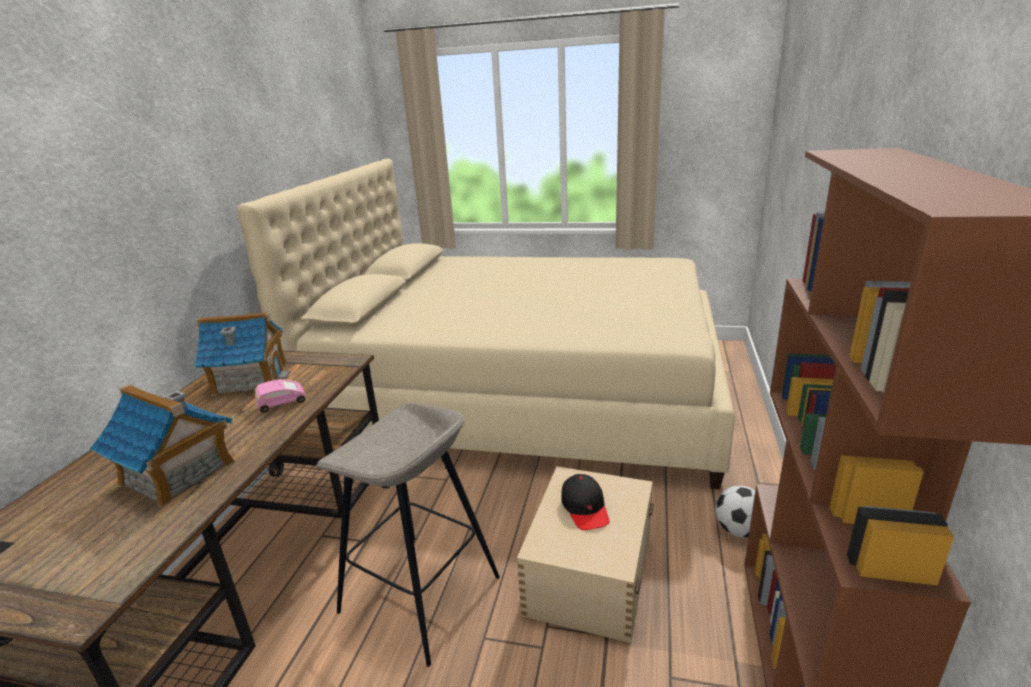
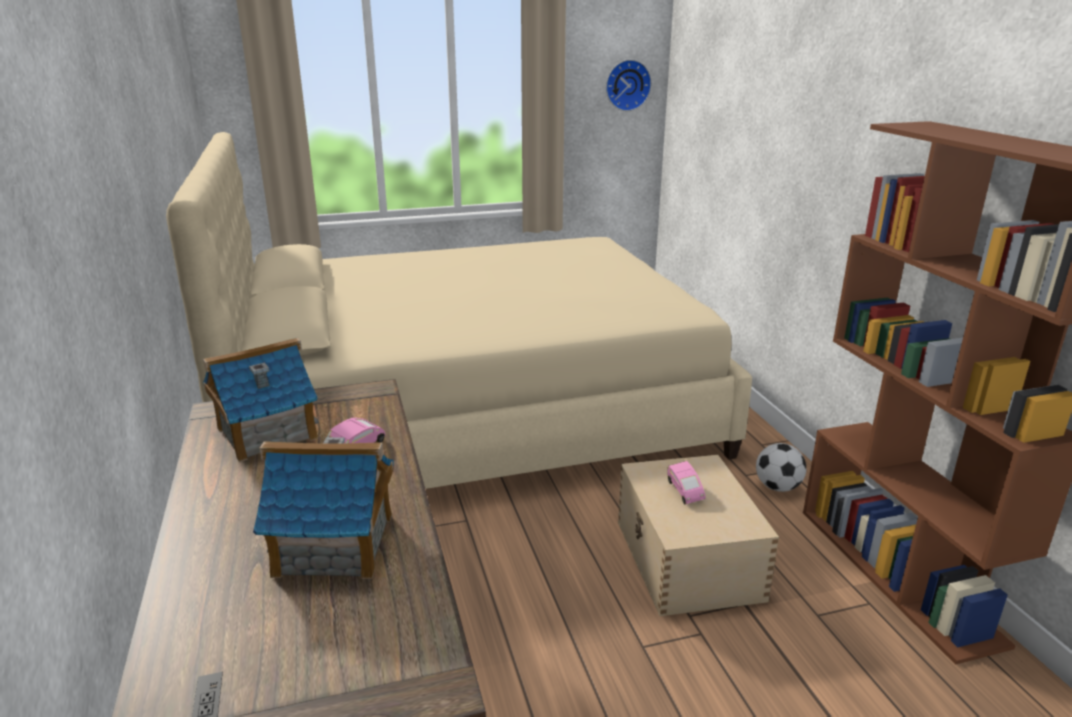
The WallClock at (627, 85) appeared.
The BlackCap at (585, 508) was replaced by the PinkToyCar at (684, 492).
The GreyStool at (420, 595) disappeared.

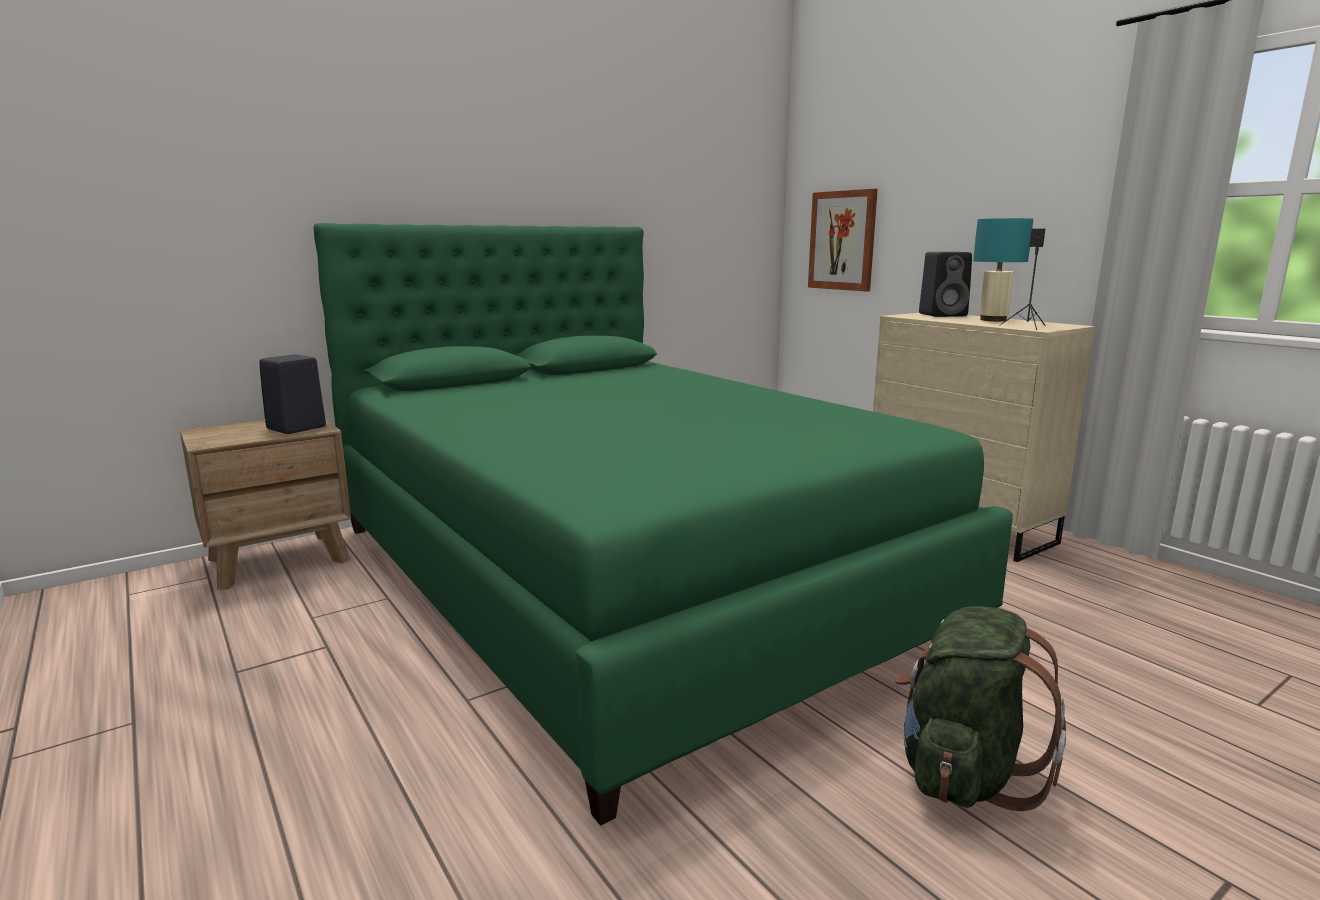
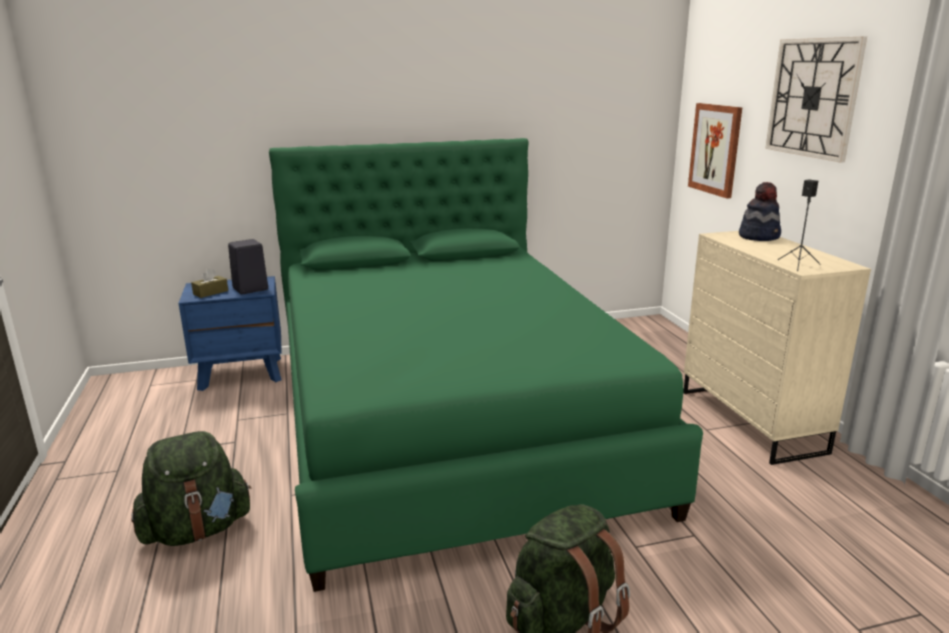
The GreenBackpack at (197, 530) appeared.
The BrownNightstand at (280, 559) became the BlueNightstand at (241, 373).
The BrownTissueBox at (210, 292) appeared.
The BlackSpeaker at (943, 315) was replaced by the Hat at (759, 236).
The WallClock at (813, 98) appeared.
The TurquoiseTableLamp at (992, 320) disappeared.

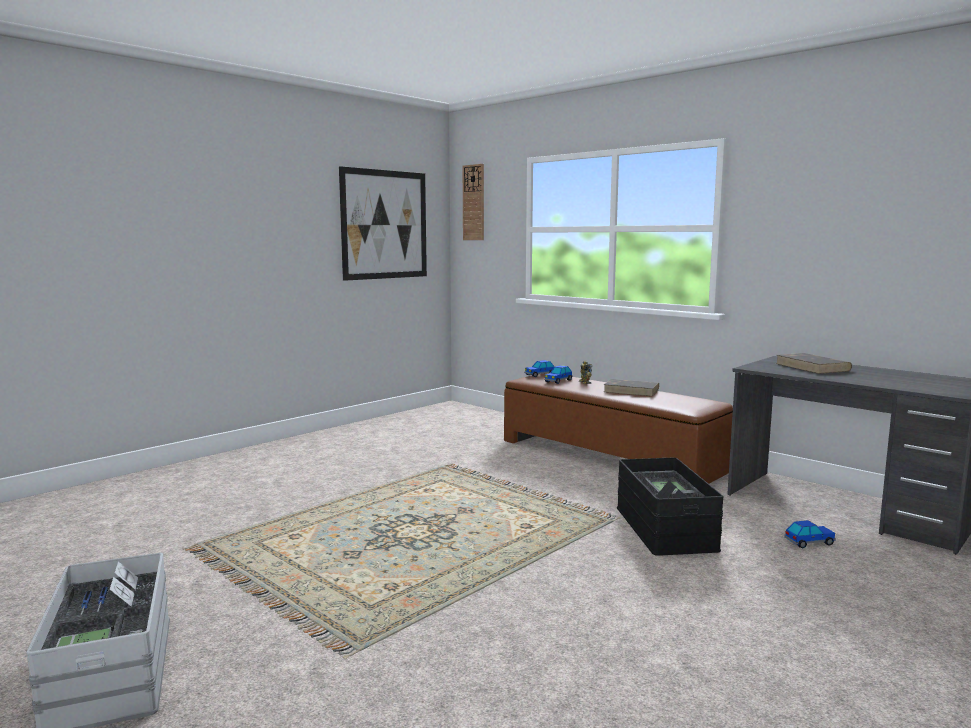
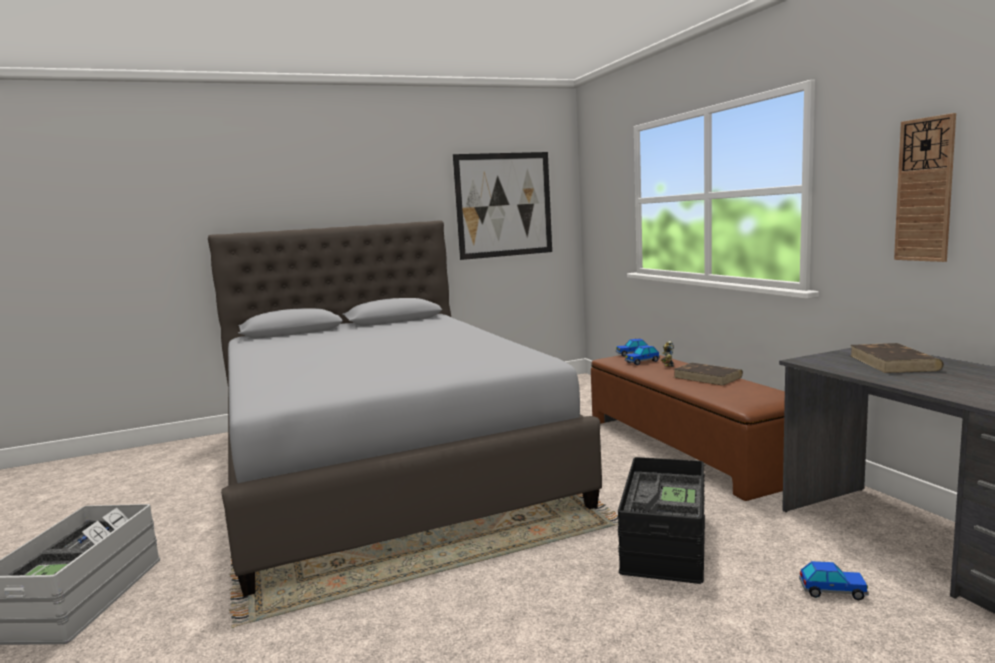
The GreyBed at (383, 462) appeared.
The WallClock moved from (473, 202) to (925, 190).

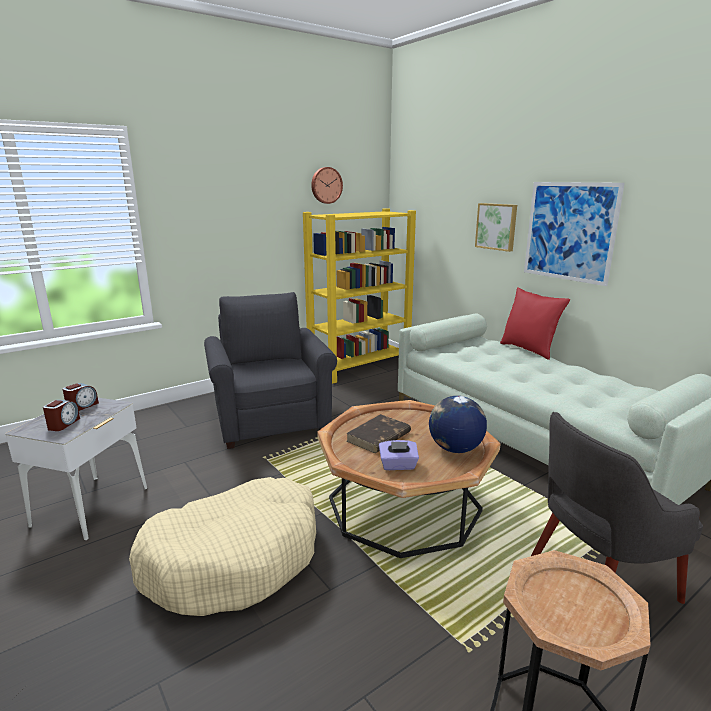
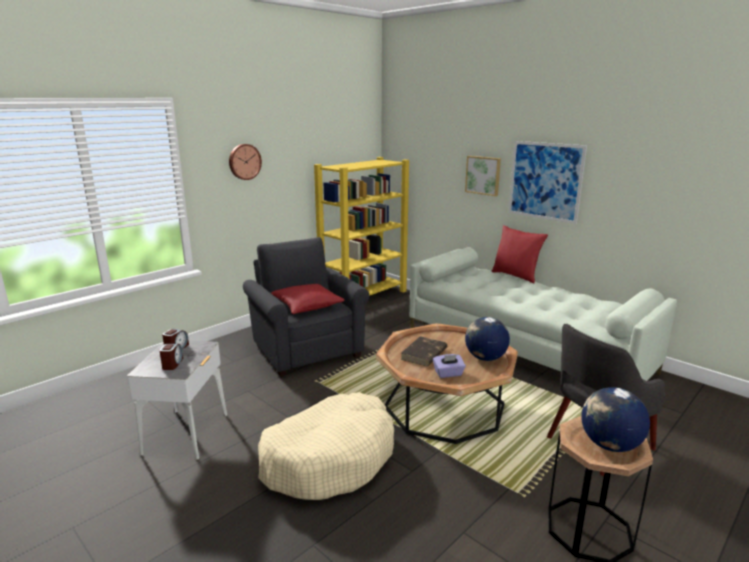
The WallClock moved from (326, 185) to (244, 161).
The RedPillow at (307, 306) appeared.
The Globe at (609, 445) appeared.

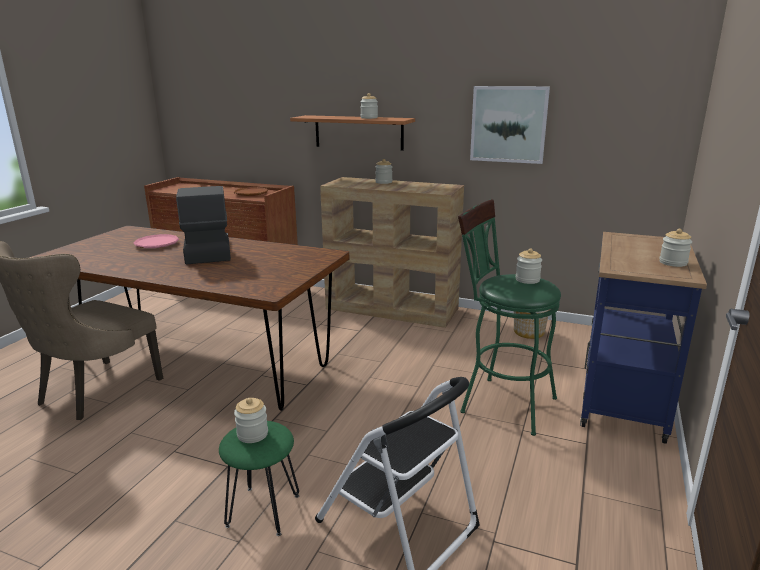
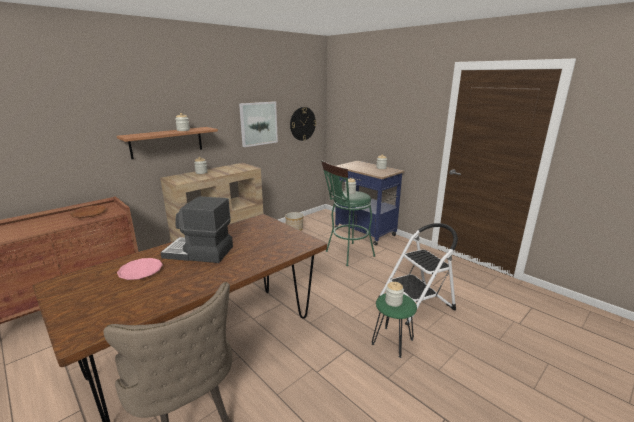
The WallClock at (302, 123) appeared.

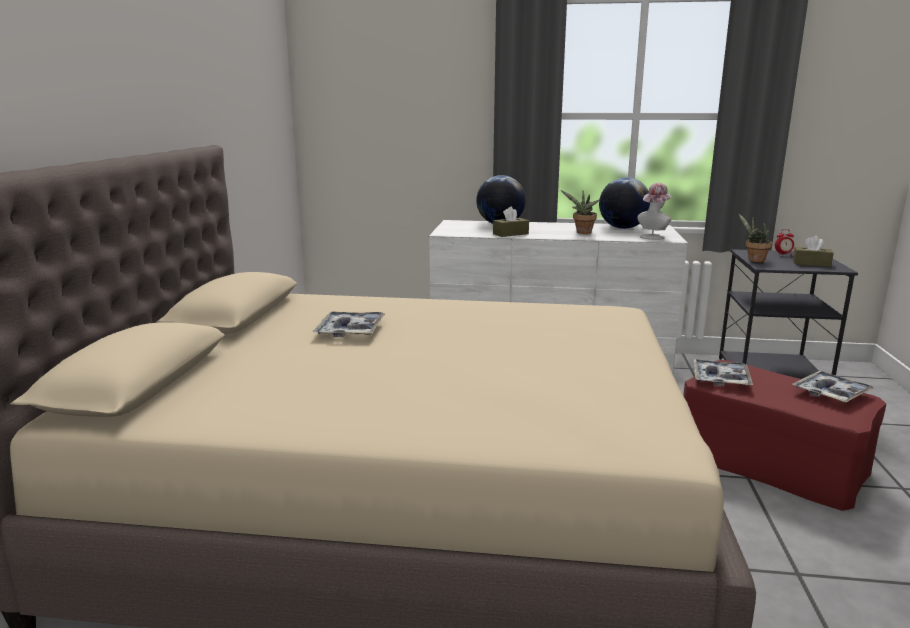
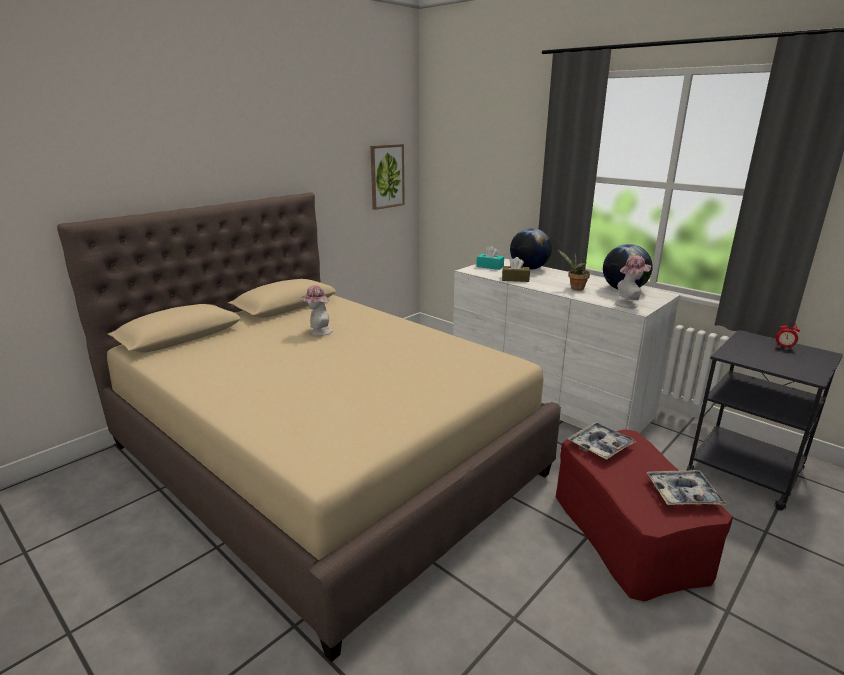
The Tray at (350, 331) was replaced by the Hat at (318, 332).
The Picture at (386, 176) appeared.
The TurquoiseTissueBox at (490, 266) appeared.
The PottedPlant at (753, 260) disappeared.
The BrownTissueBox at (811, 263) disappeared.

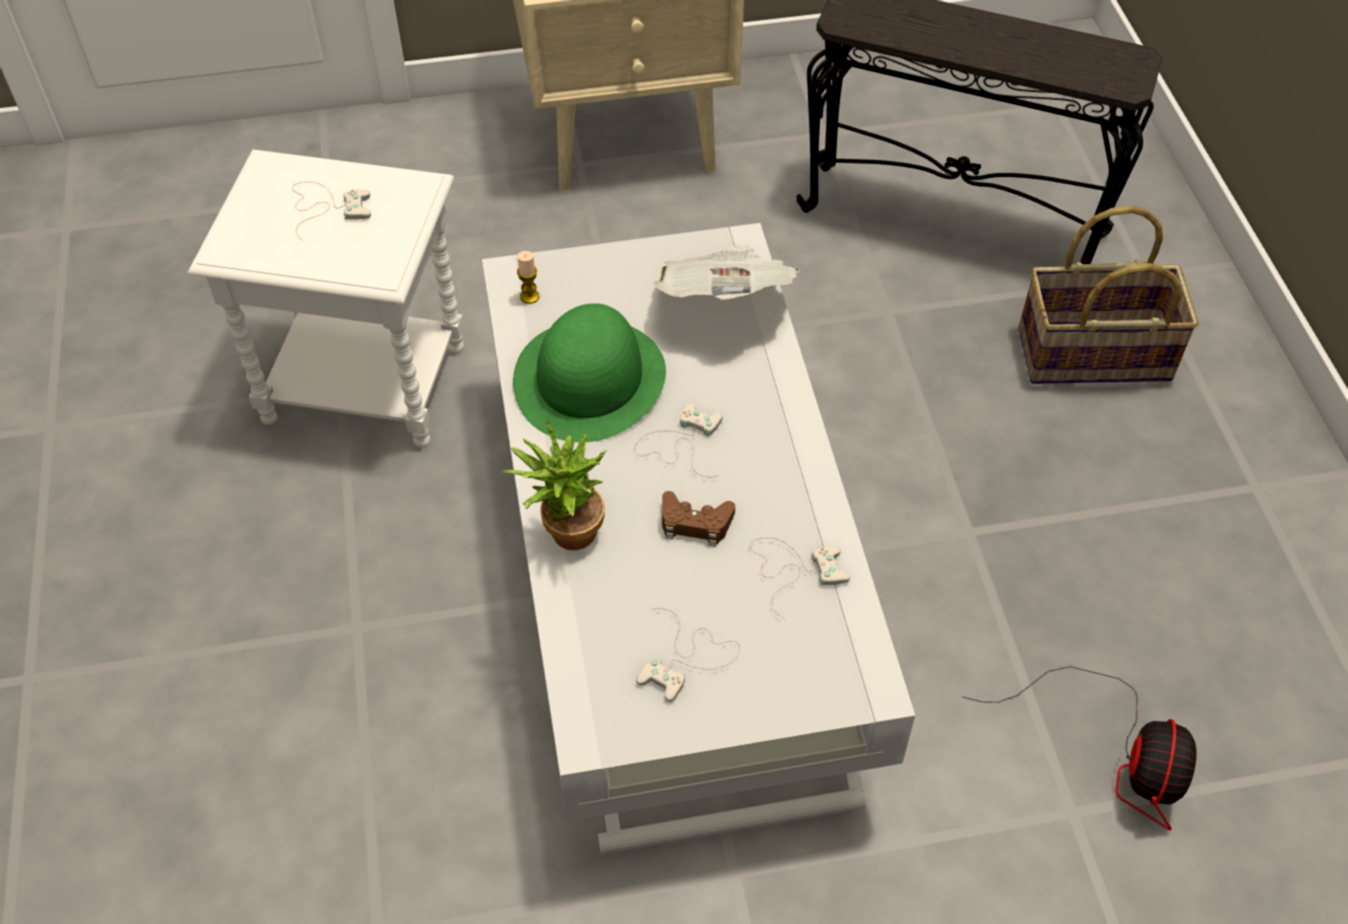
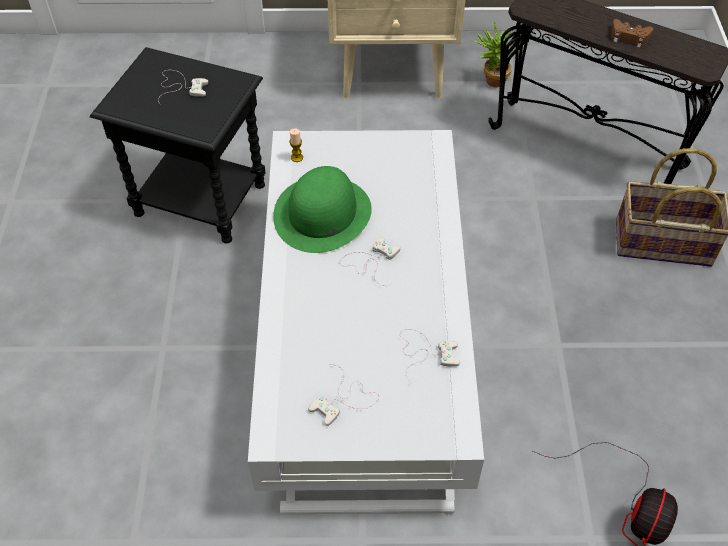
The WhiteSideTable at (363, 384) became the BlackSideTable at (199, 200).
The PottedPlant moved from (564, 533) to (491, 80).
The BrownGameController moved from (695, 523) to (629, 37).
The Newspaper at (724, 300) disappeared.

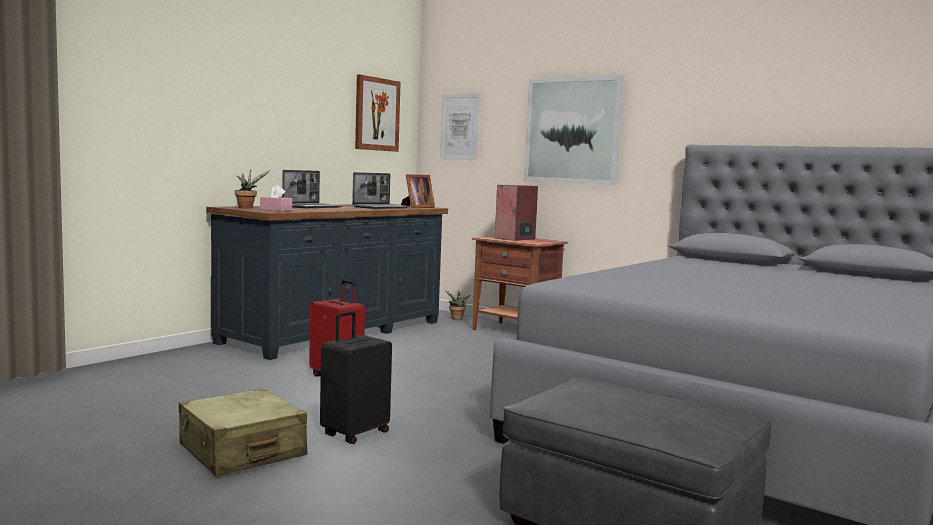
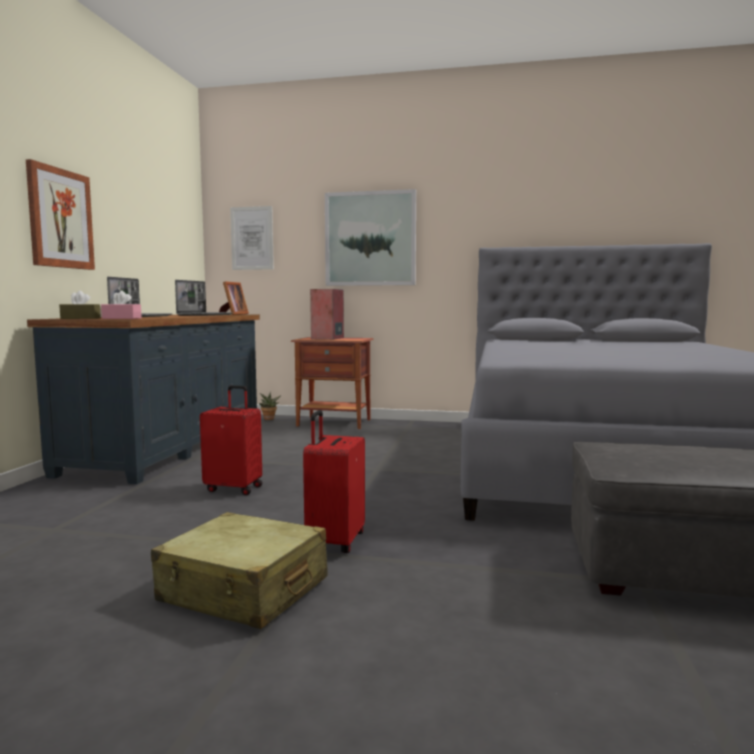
The Picture moved from (376, 114) to (60, 218).
The PottedPlant at (247, 208) was replaced by the BrownTissueBox at (80, 318).
The BlackSuitcase at (354, 434) became the RedSuitcase at (334, 542).

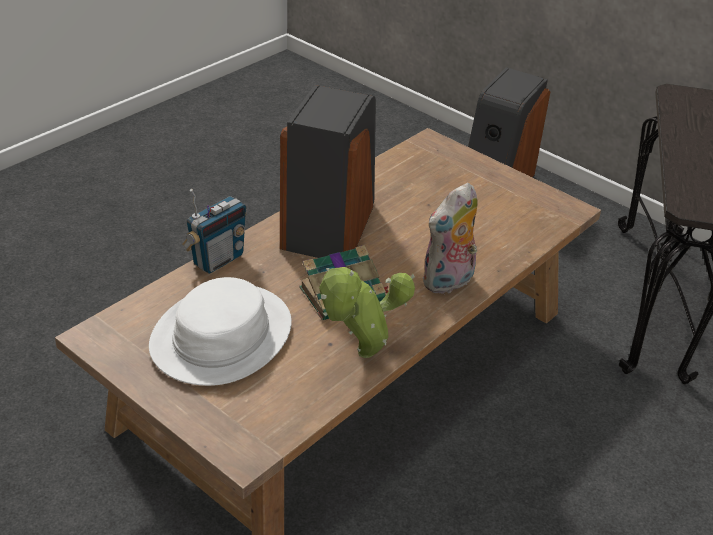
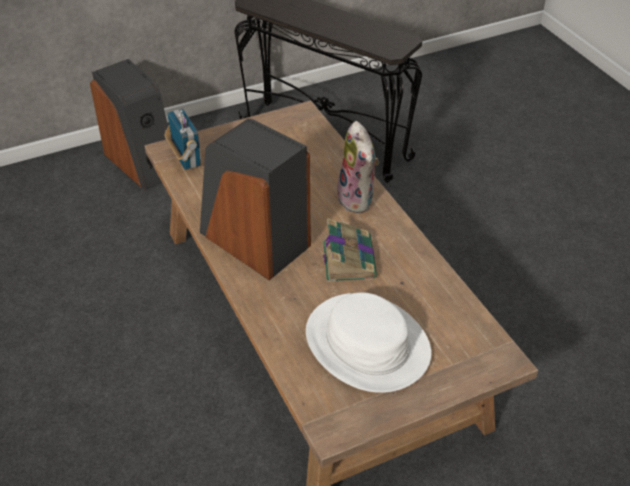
The Radio moved from (217, 259) to (186, 159).
The PottedPlant at (360, 356) disappeared.

